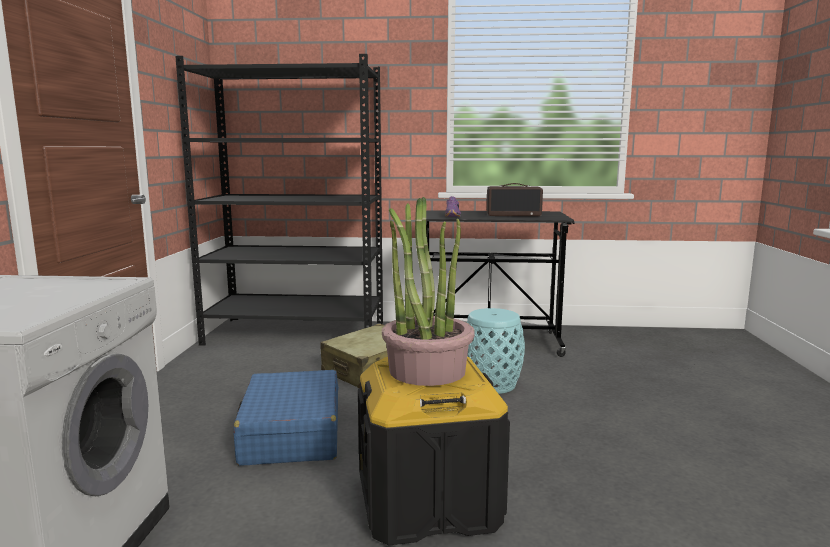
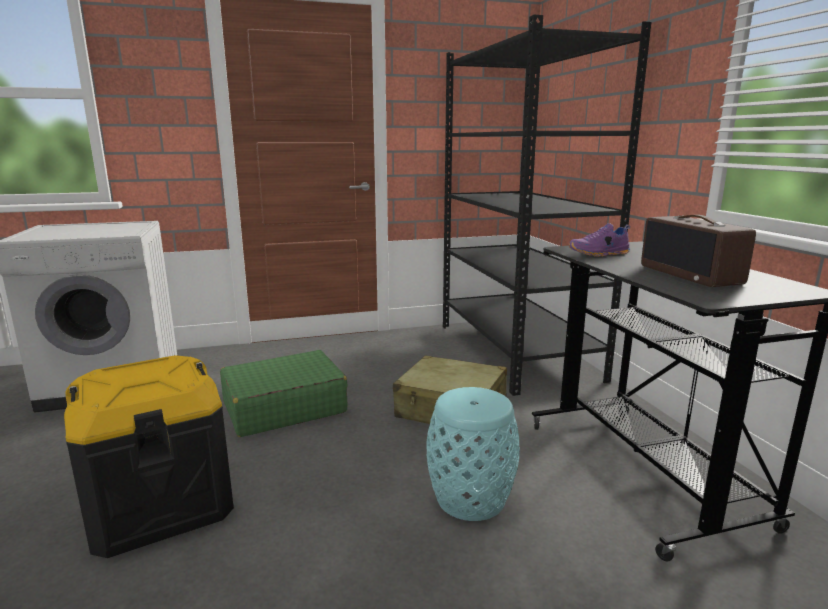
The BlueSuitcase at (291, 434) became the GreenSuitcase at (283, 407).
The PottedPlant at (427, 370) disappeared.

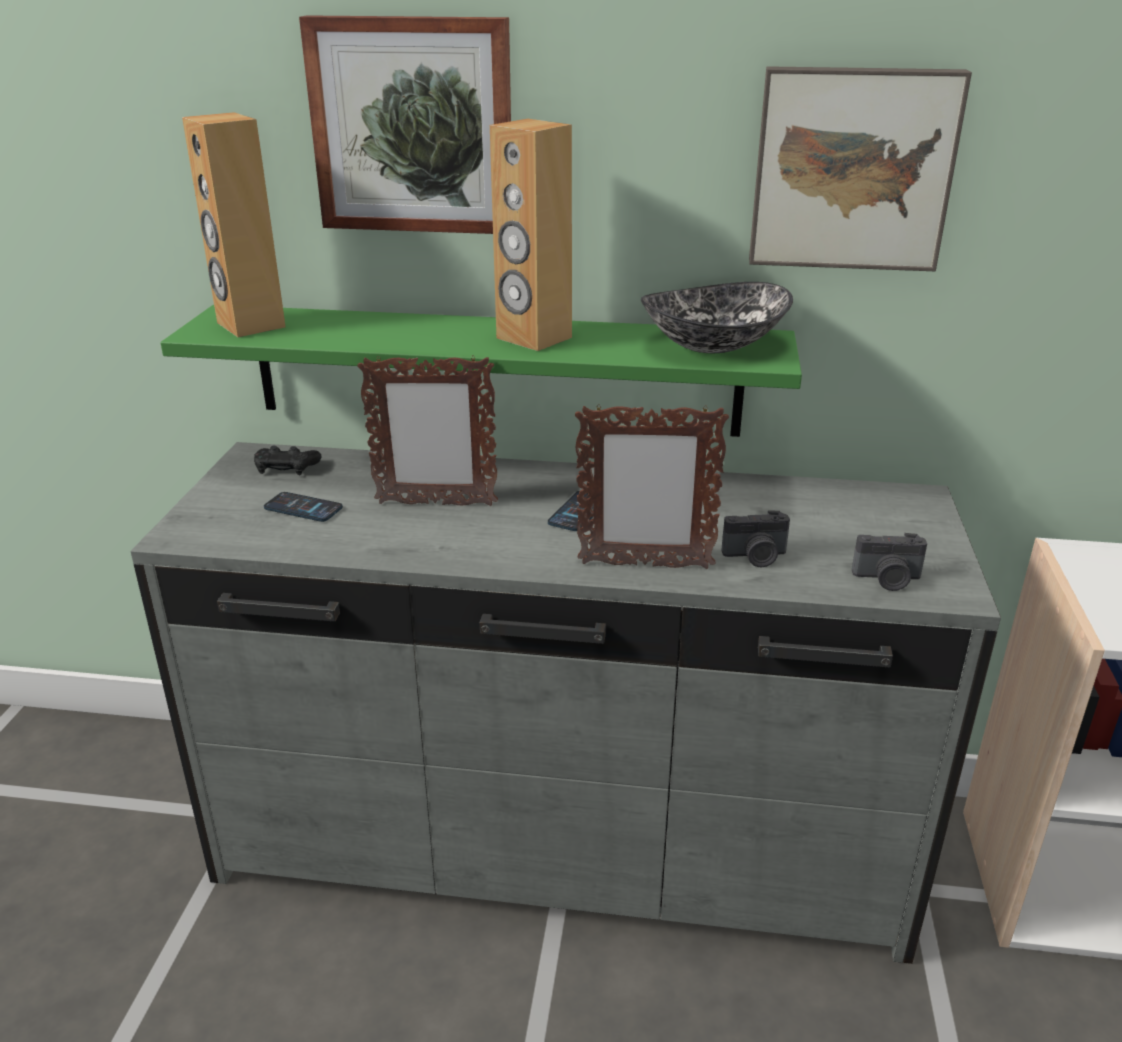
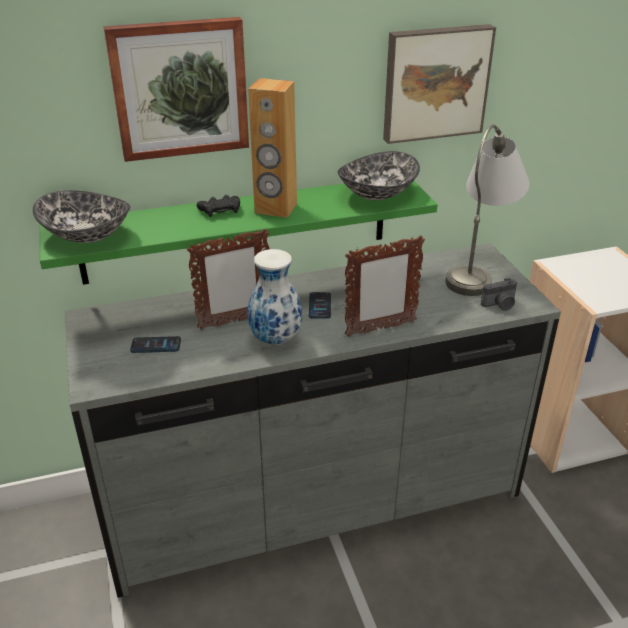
The BrownSpeaker at (250, 325) was replaced by the Bowl at (87, 234).
The BlackGameController moved from (286, 467) to (220, 210).
The Vase at (276, 339) appeared.
The GreyTableLamp at (479, 269) appeared.
The PhotoCamera at (756, 557) disappeared.

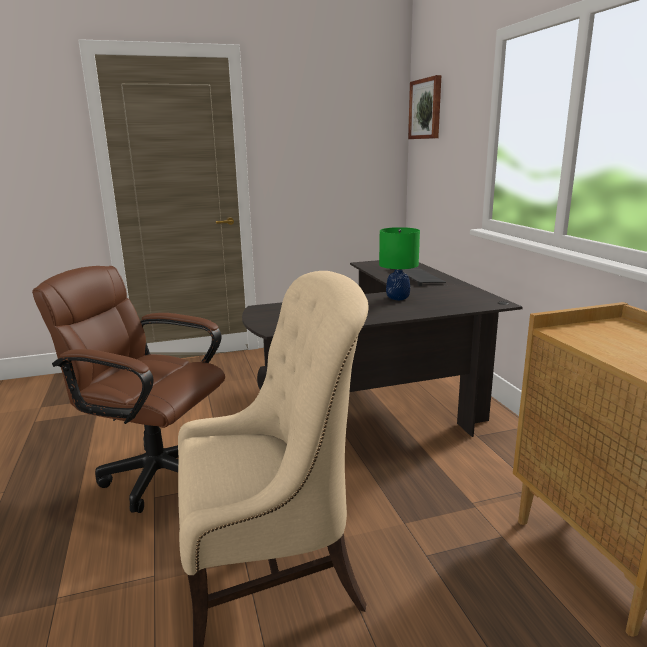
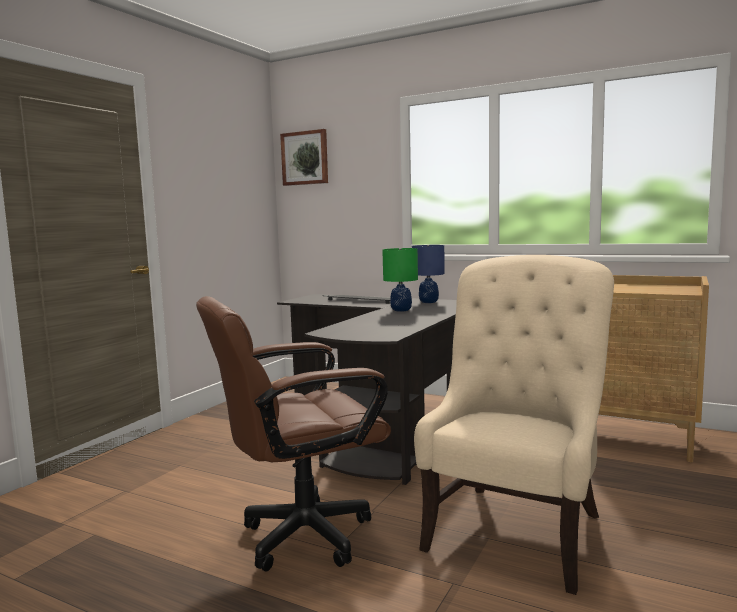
The BlueTableLamp at (429, 302) appeared.

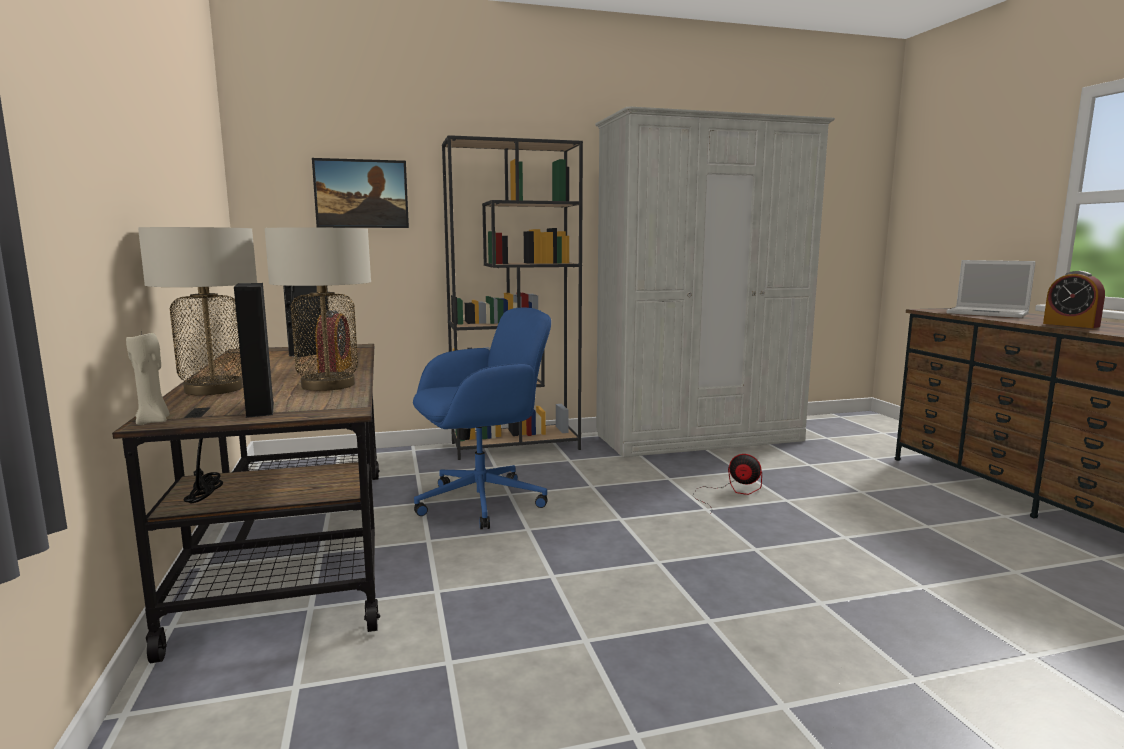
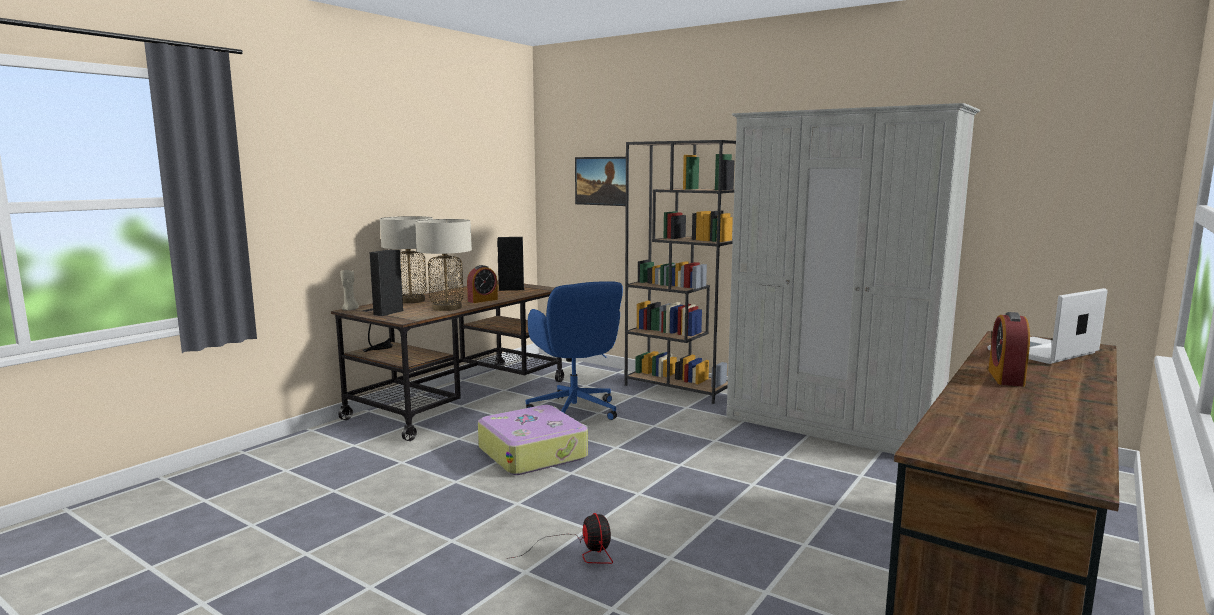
The Suitcase at (533, 452) appeared.
The Fan moved from (730, 492) to (579, 552).
The BlueOfficeChair at (482, 502) turned 45 degrees clockwise.
The Laptop at (989, 313) turned 60 degrees clockwise.

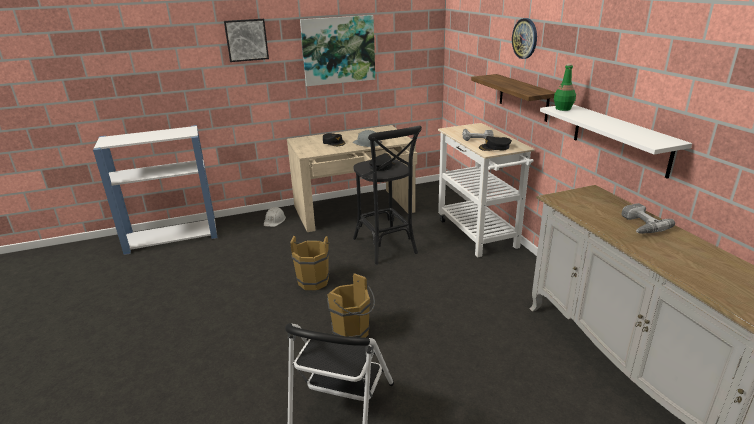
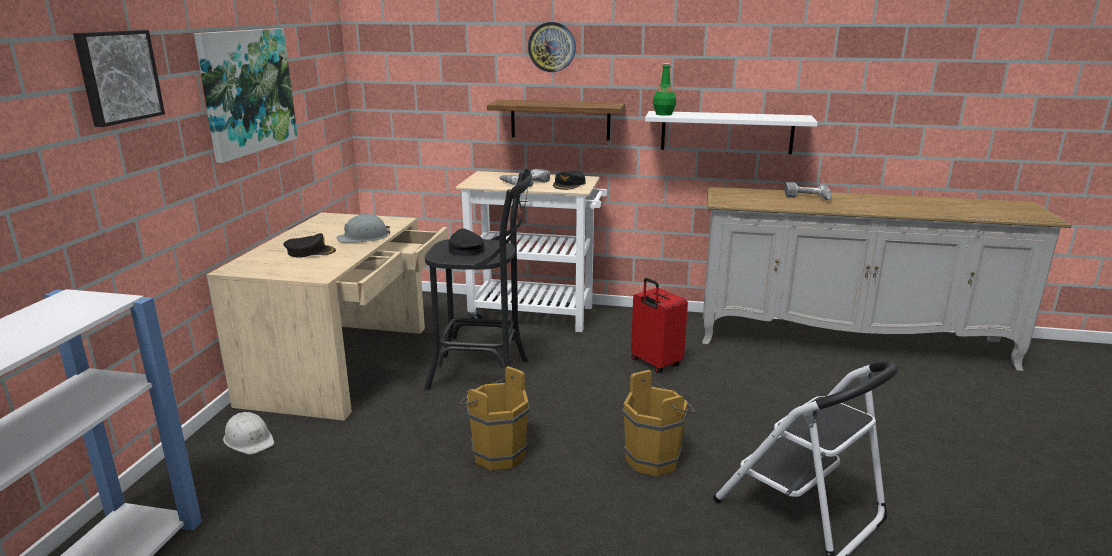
The RedSuitcase at (655, 363) appeared.

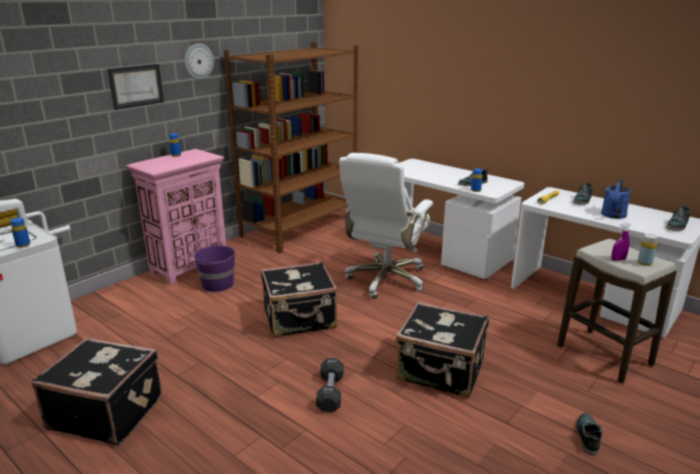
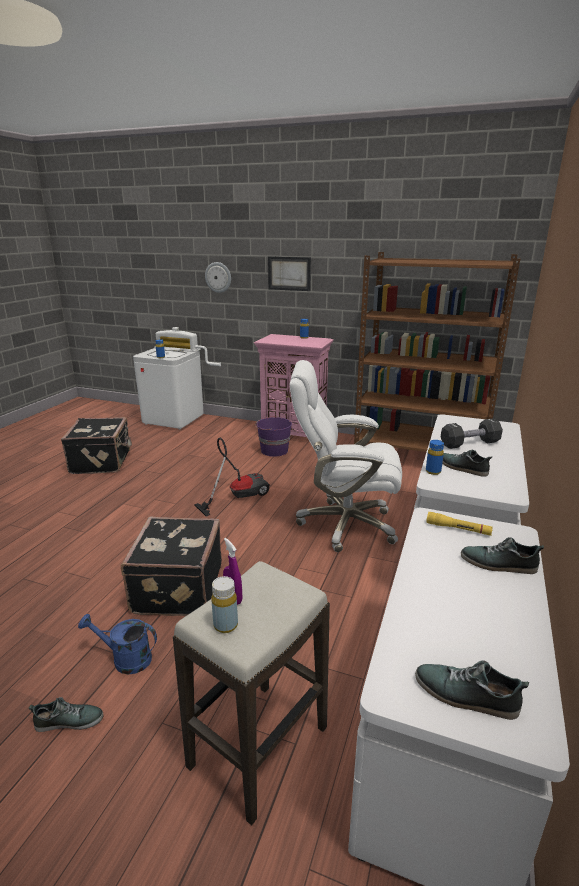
The BlueWateringCan moved from (613, 216) to (125, 659).
The BlackSuitcase at (300, 319) was replaced by the VacuumCleaner at (238, 496).
The WallClock moved from (198, 61) to (218, 277).
The BlackDumbbell moved from (330, 393) to (469, 443).

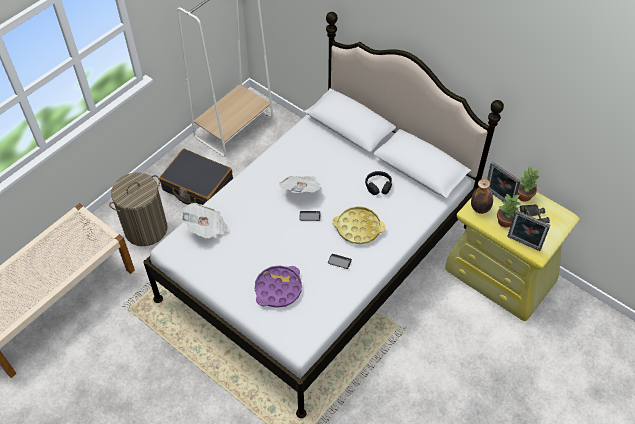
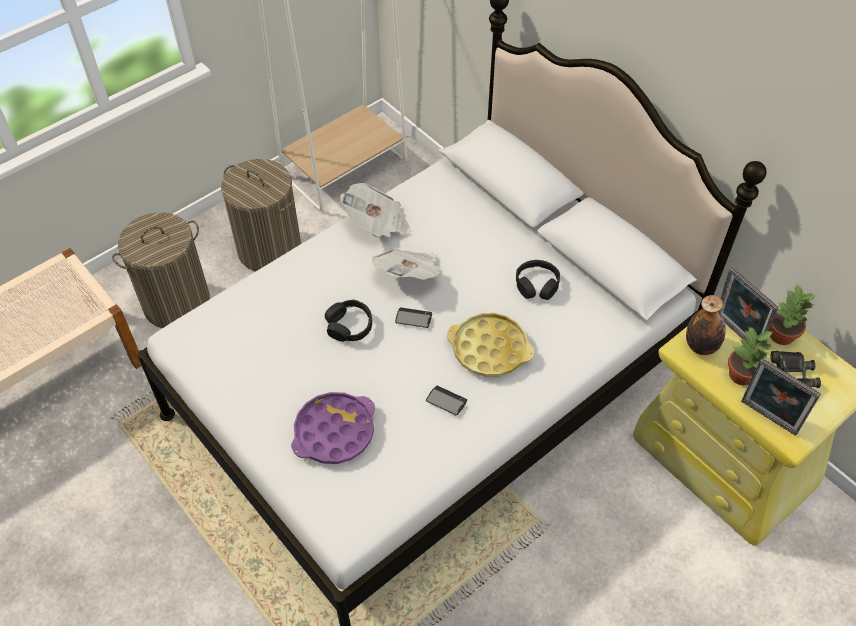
The BlackSuitcase at (197, 186) was replaced by the LaundryBasket at (269, 249).
The BlackHeadphones at (349, 326) appeared.
The Newspaper moved from (207, 228) to (378, 224).

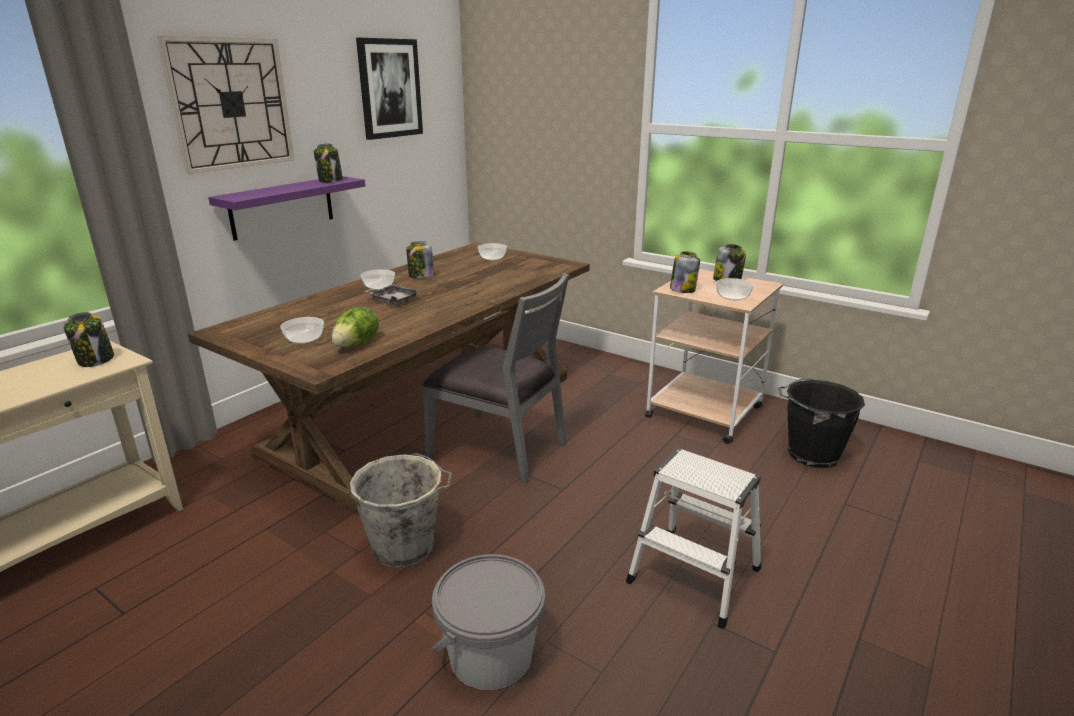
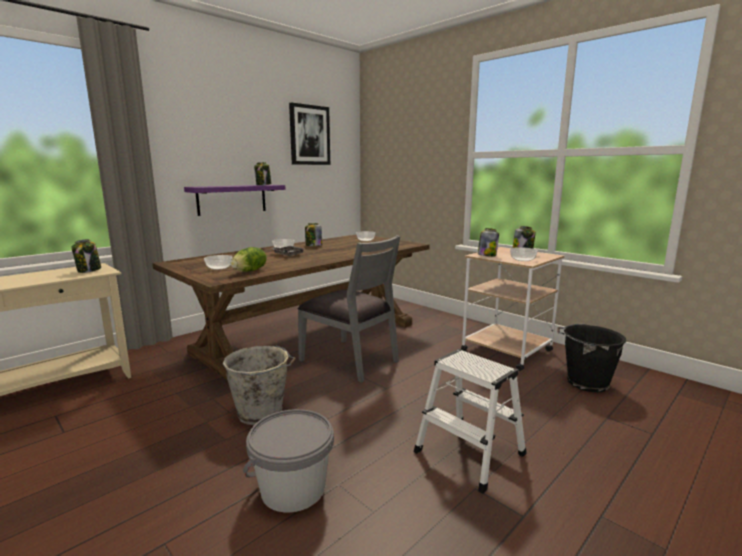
The WallClock at (231, 104) disappeared.

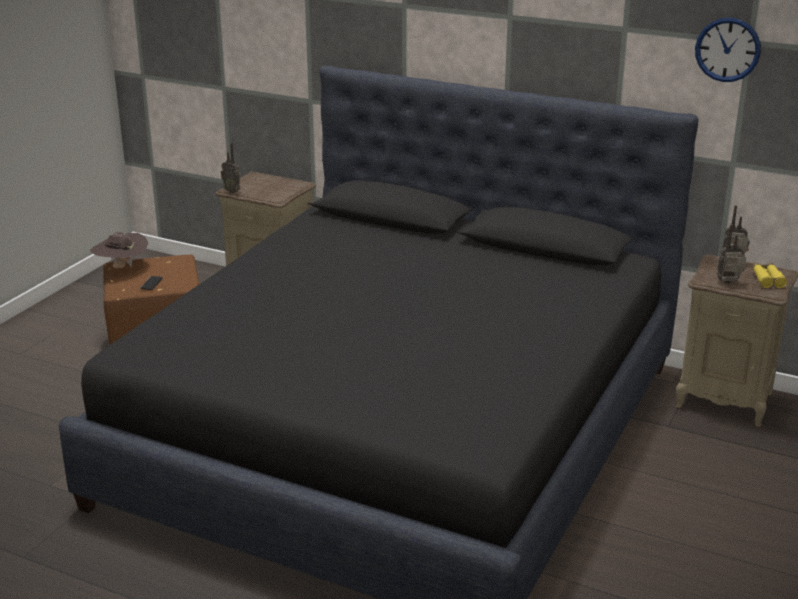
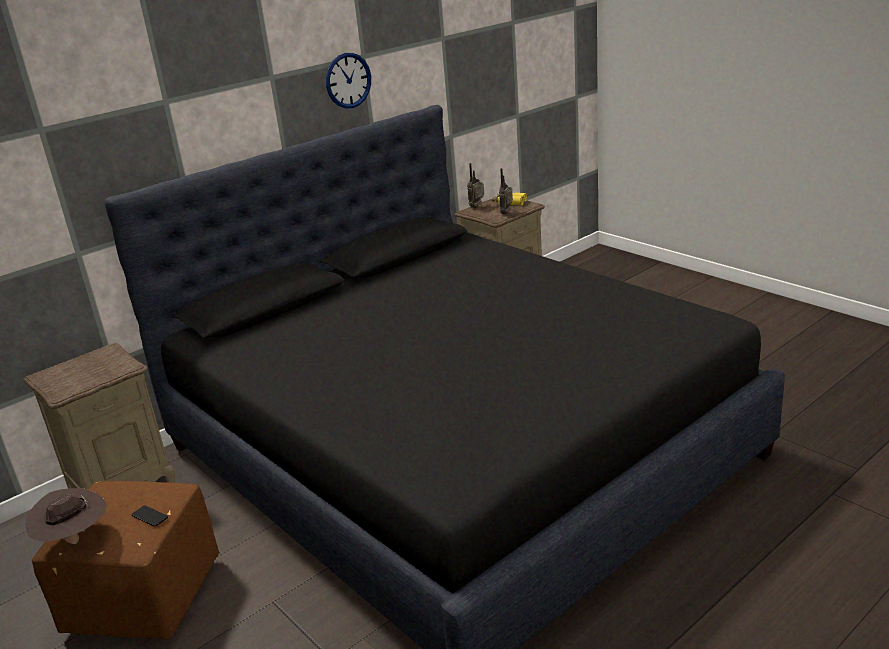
The WallClock moved from (727, 49) to (348, 80).
The Radio at (232, 191) disappeared.

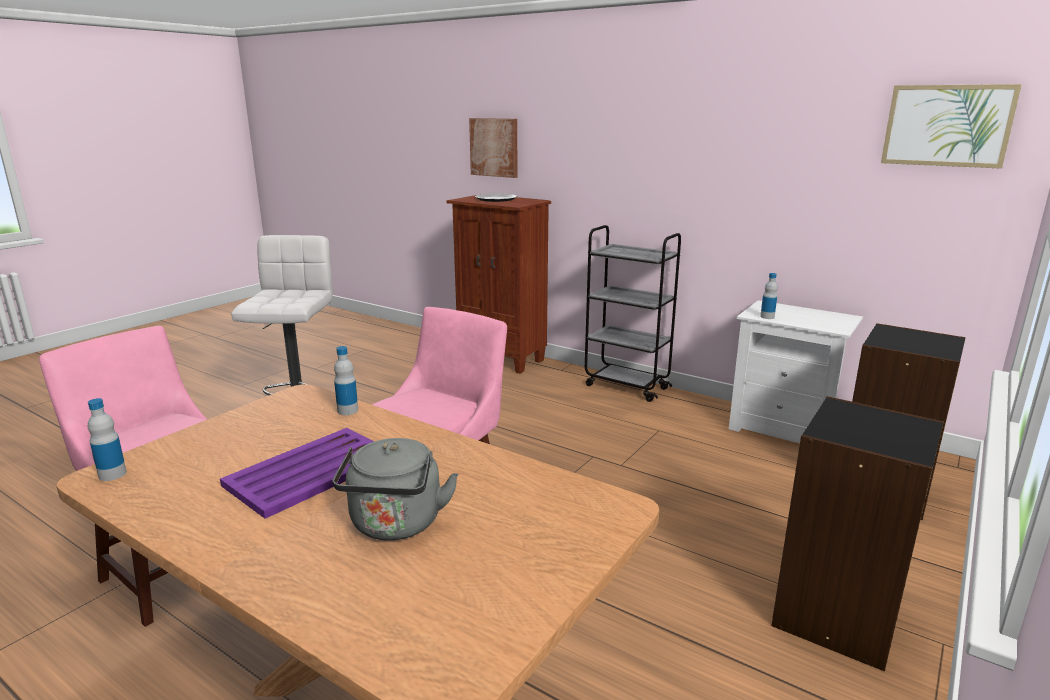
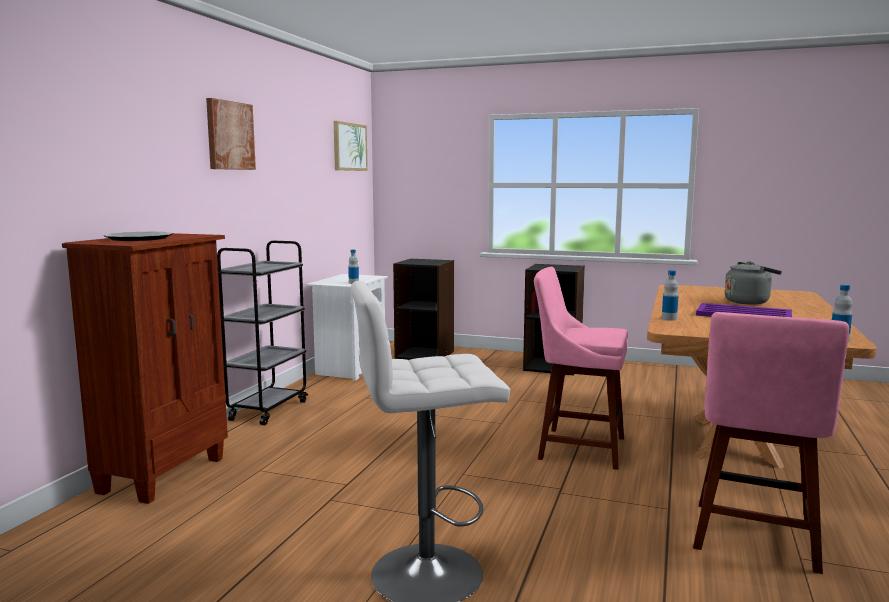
The Picture moved from (494, 147) to (229, 135).

